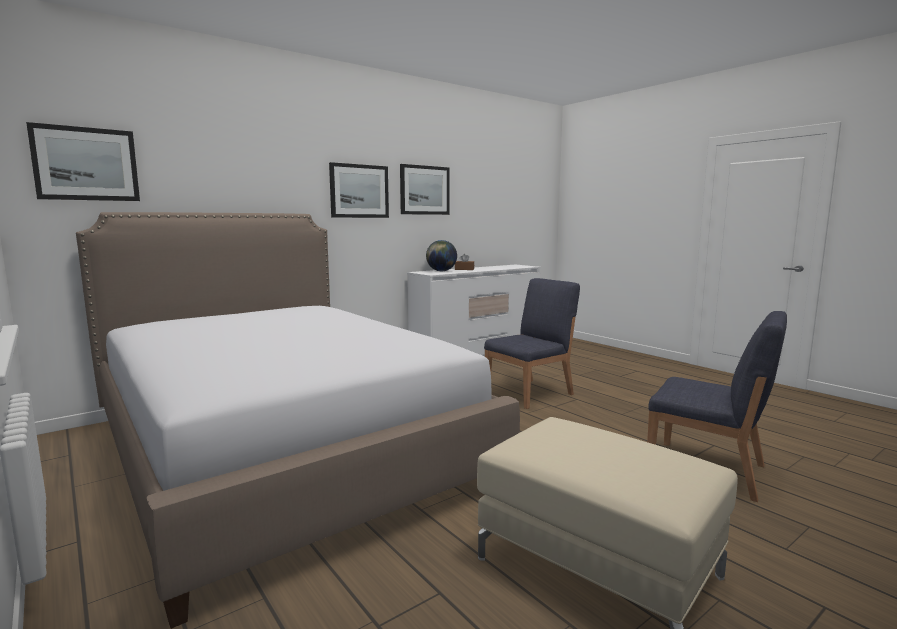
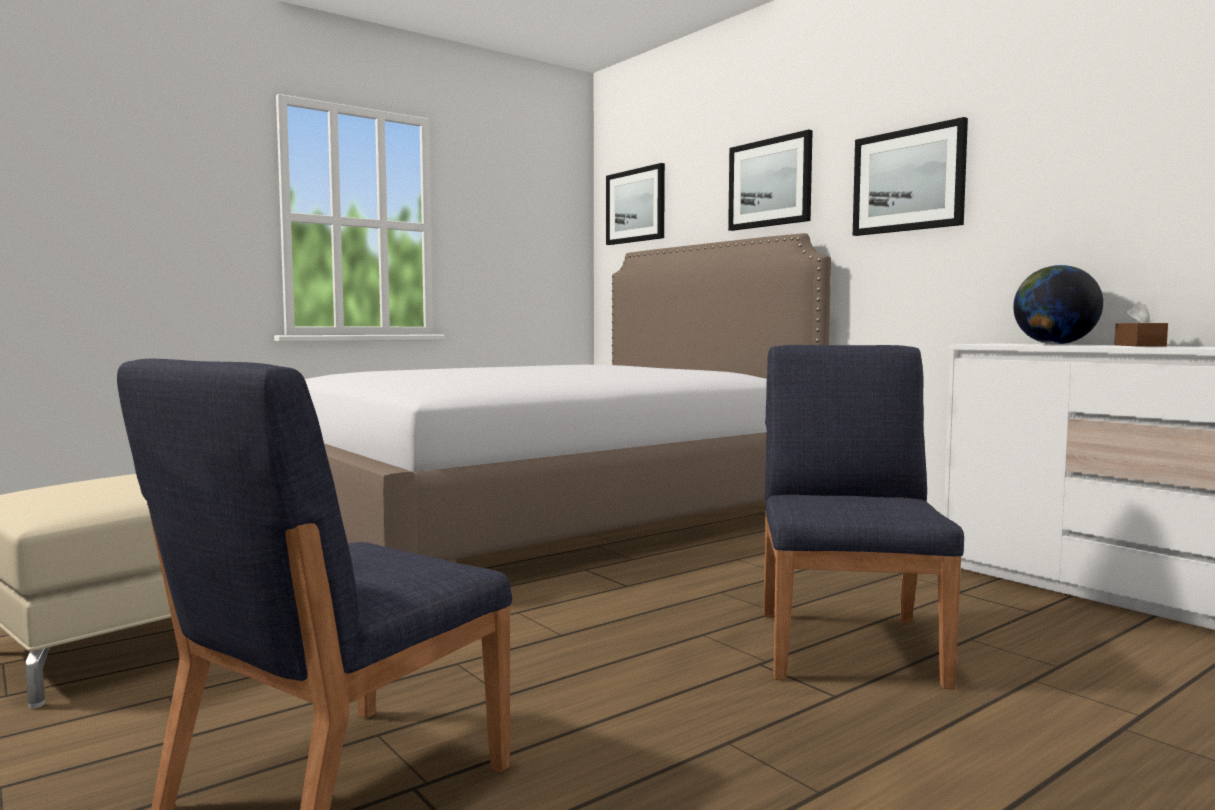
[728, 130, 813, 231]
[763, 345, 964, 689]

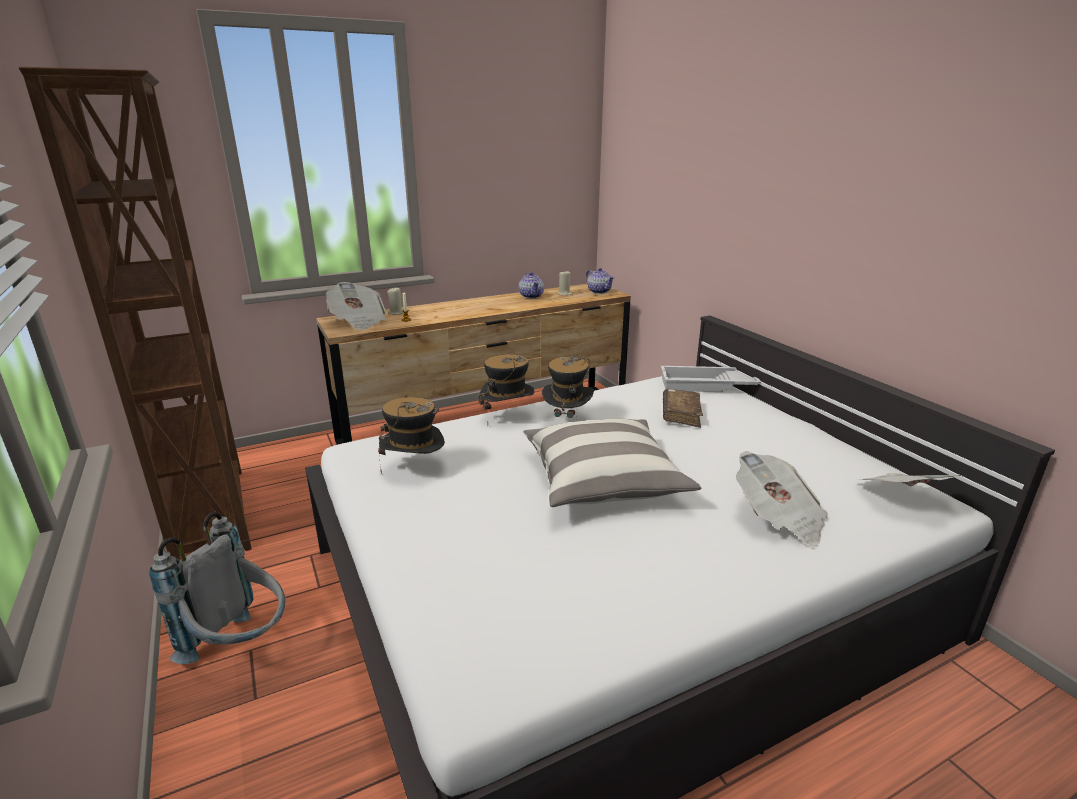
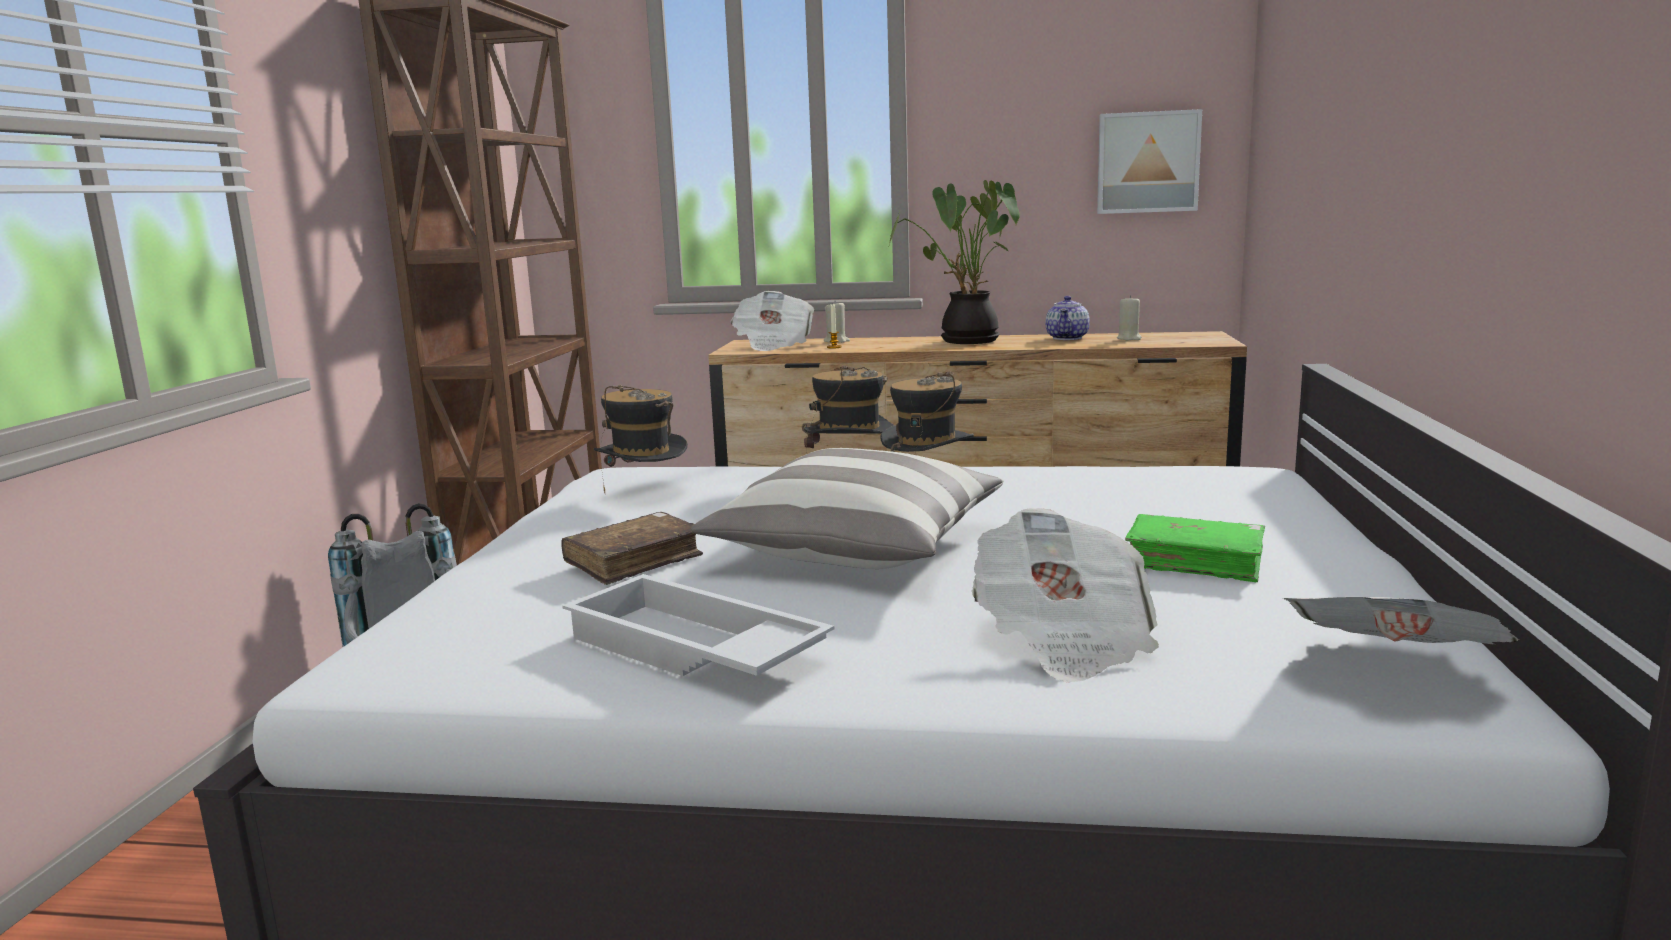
[586, 268, 615, 294] (first image)
[562, 574, 834, 676]
[561, 512, 703, 585]
[1097, 109, 1202, 214]
[889, 180, 1020, 344]
[1125, 514, 1265, 582]

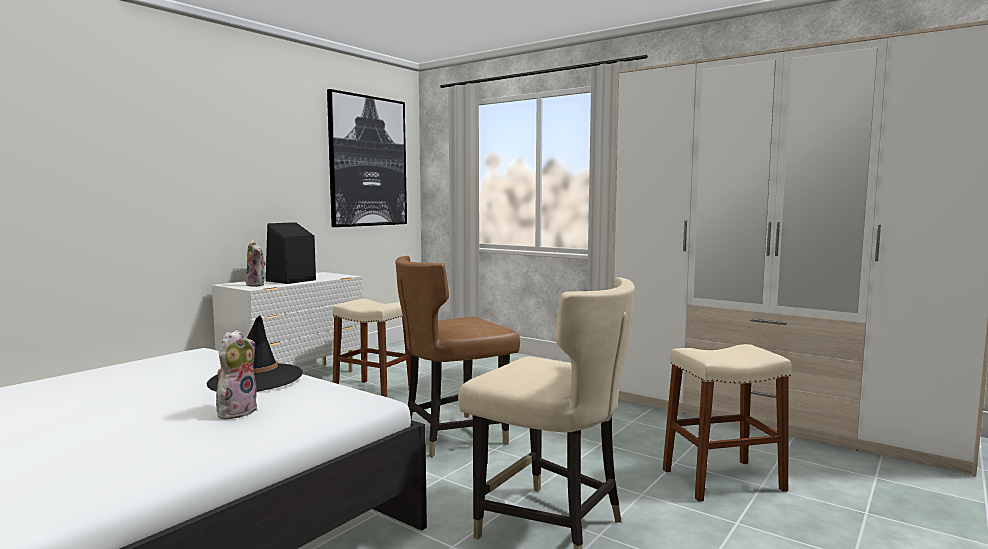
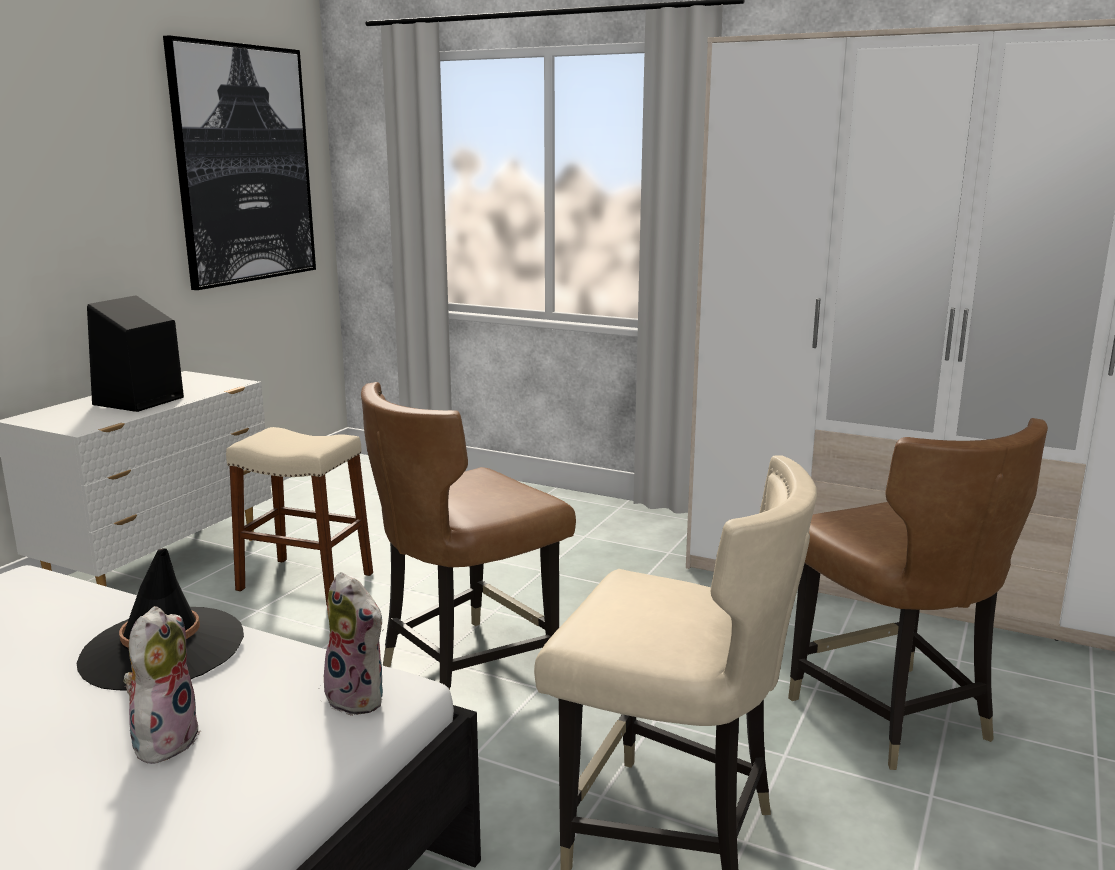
[318, 572, 384, 716]
[788, 418, 1048, 770]

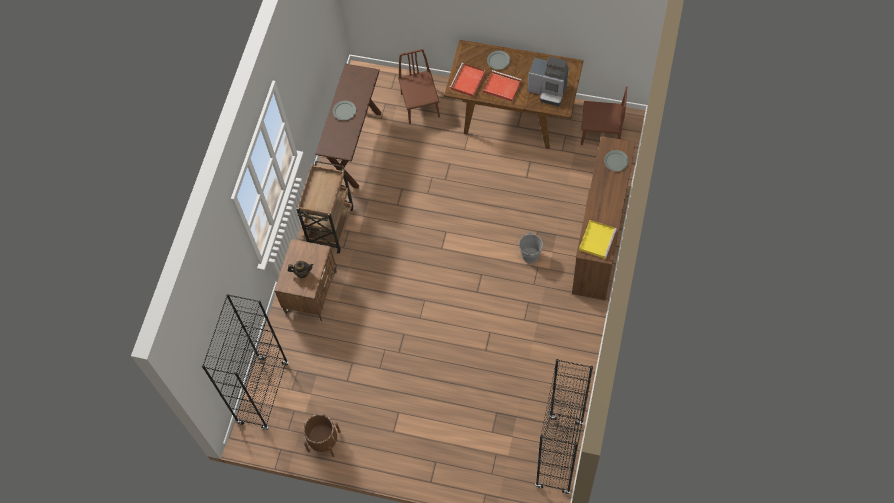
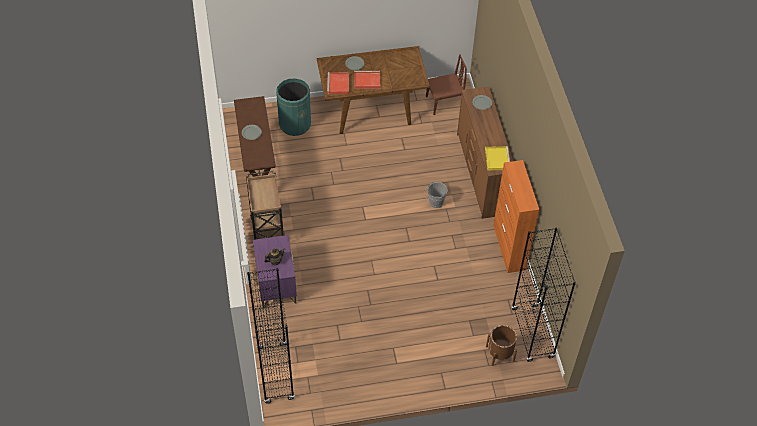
[276, 78, 311, 136]
[528, 56, 569, 106] (first image)
[253, 235, 297, 307]
[486, 325, 517, 366]
[493, 160, 539, 273]

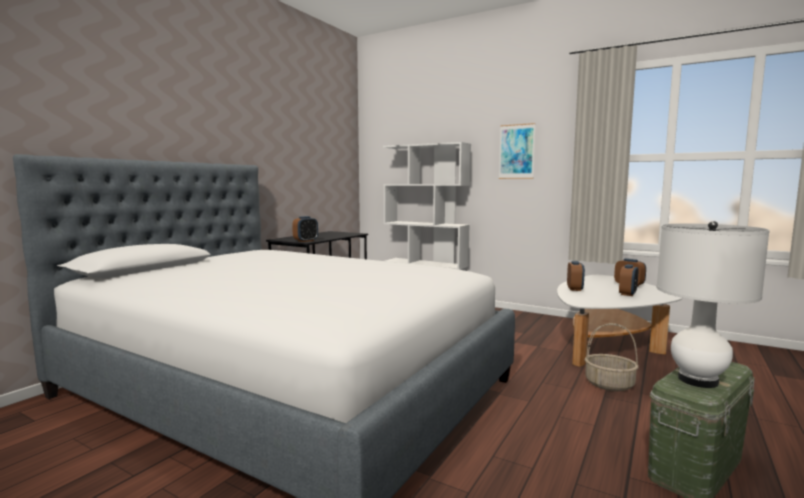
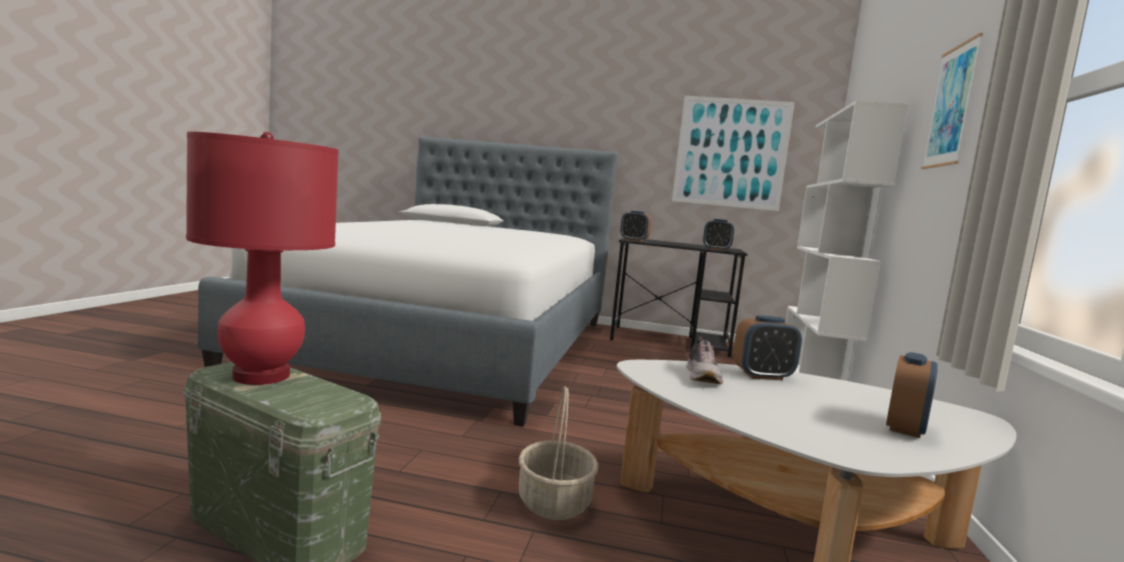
[186, 132, 339, 385]
[703, 219, 734, 251]
[672, 96, 795, 211]
[686, 337, 723, 384]

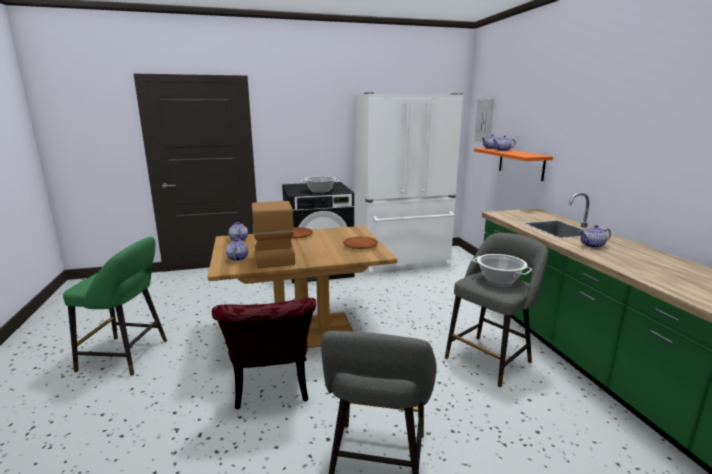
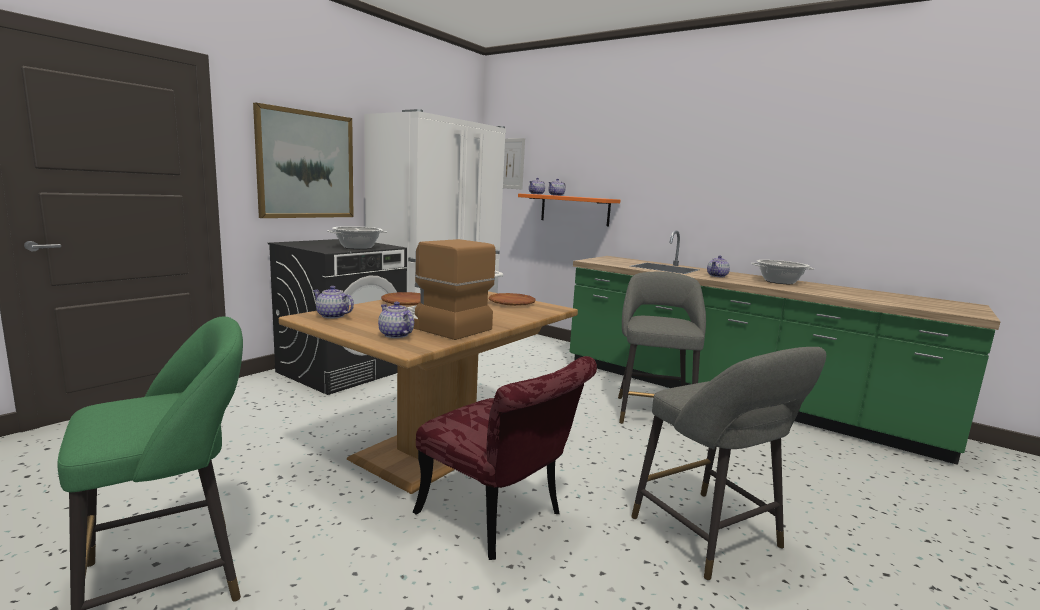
[751, 260, 814, 284]
[253, 103, 354, 218]

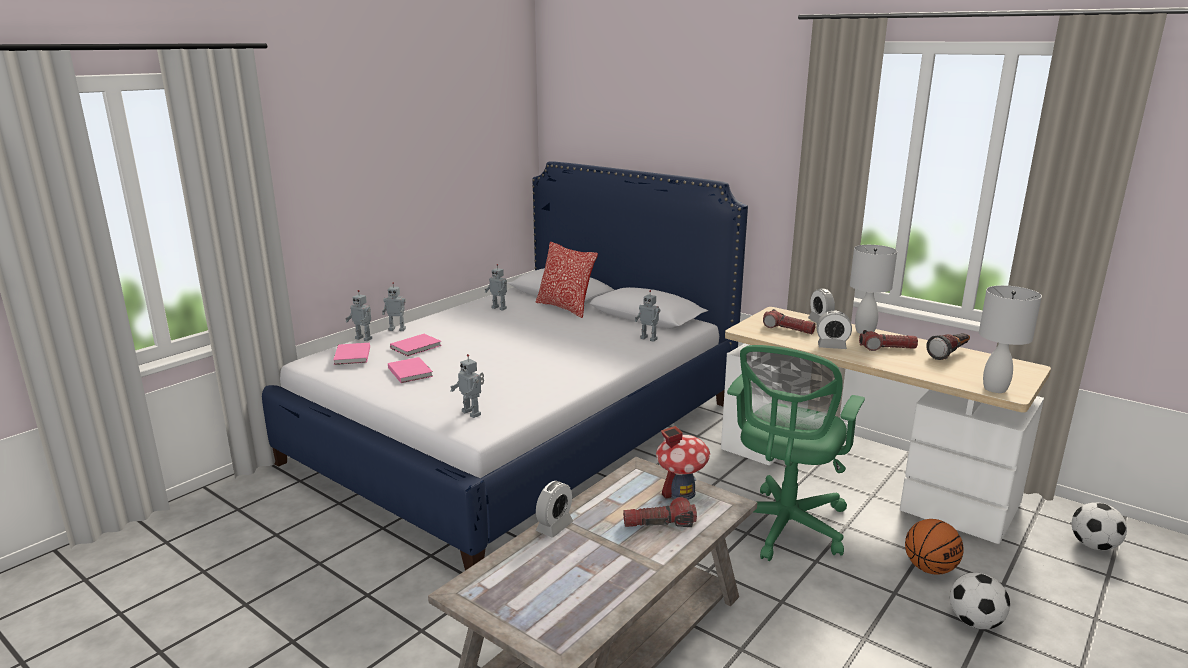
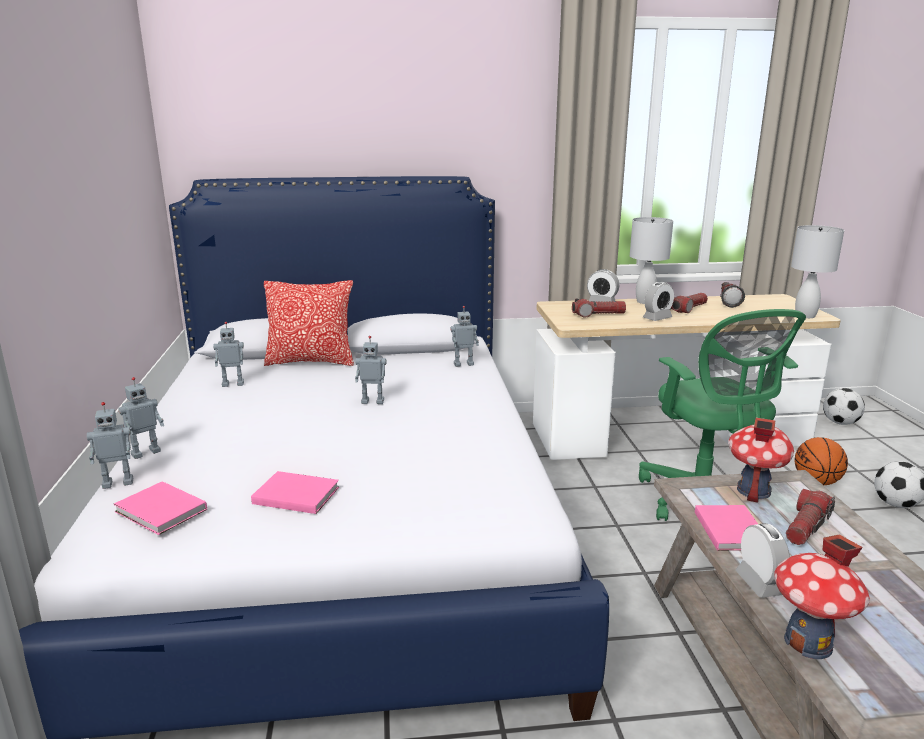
[695, 505, 758, 551]
[355, 336, 387, 404]
[774, 535, 870, 659]

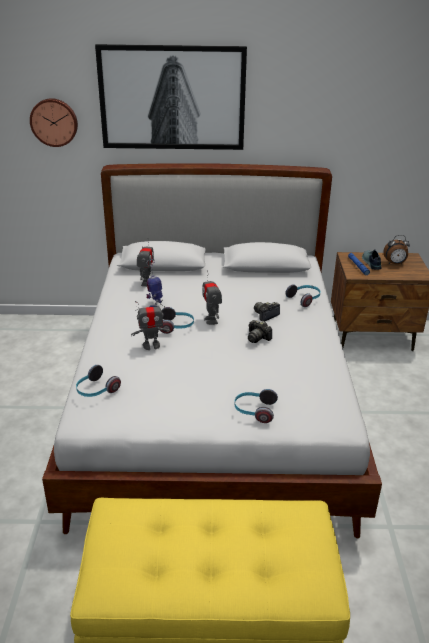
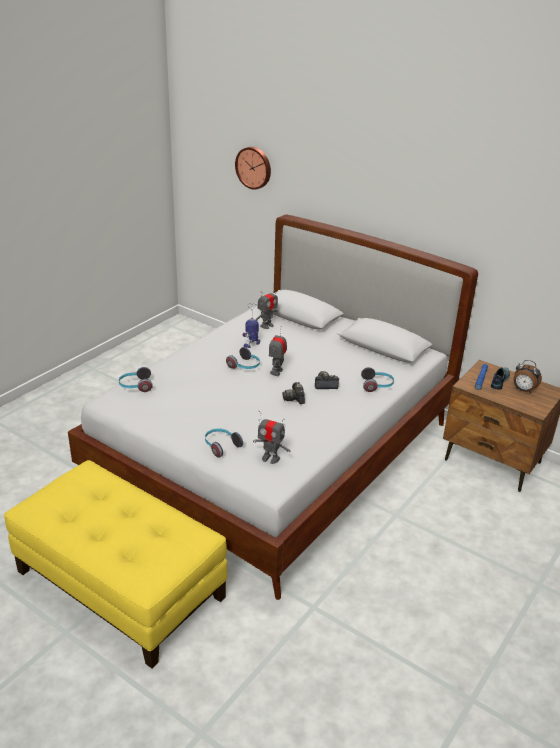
[95, 44, 247, 150] (first image)
[253, 411, 290, 464]

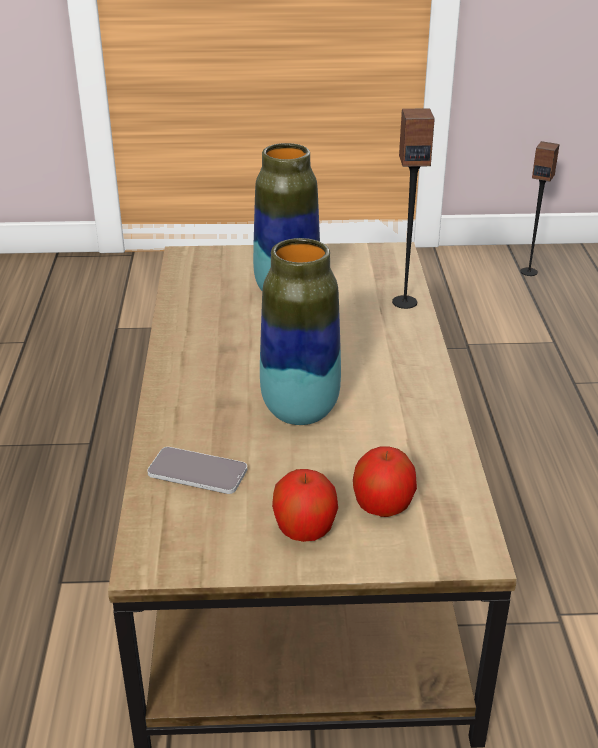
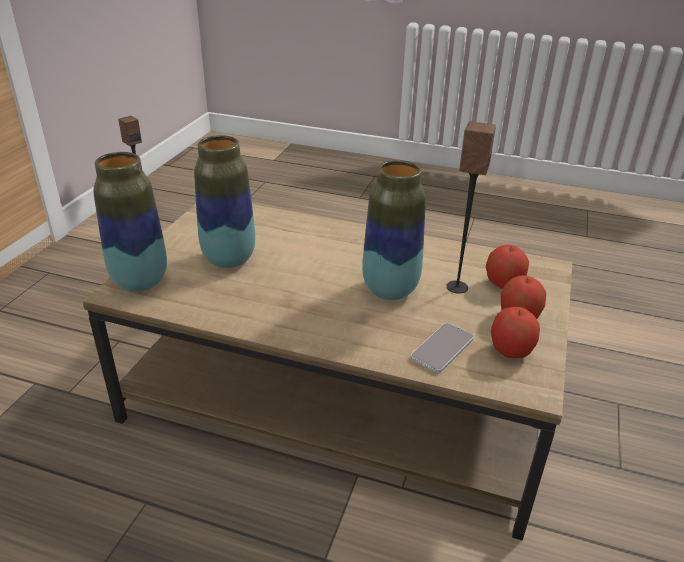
[446, 121, 496, 294]
[93, 152, 167, 291]
[491, 307, 540, 358]

